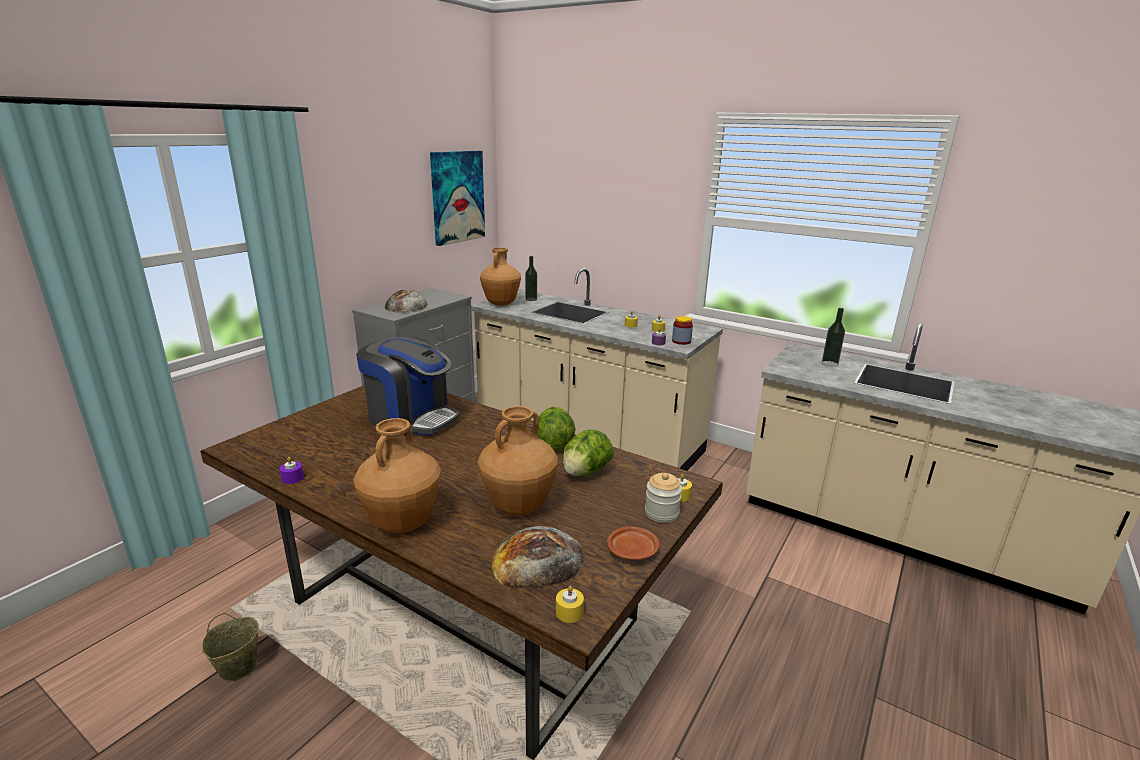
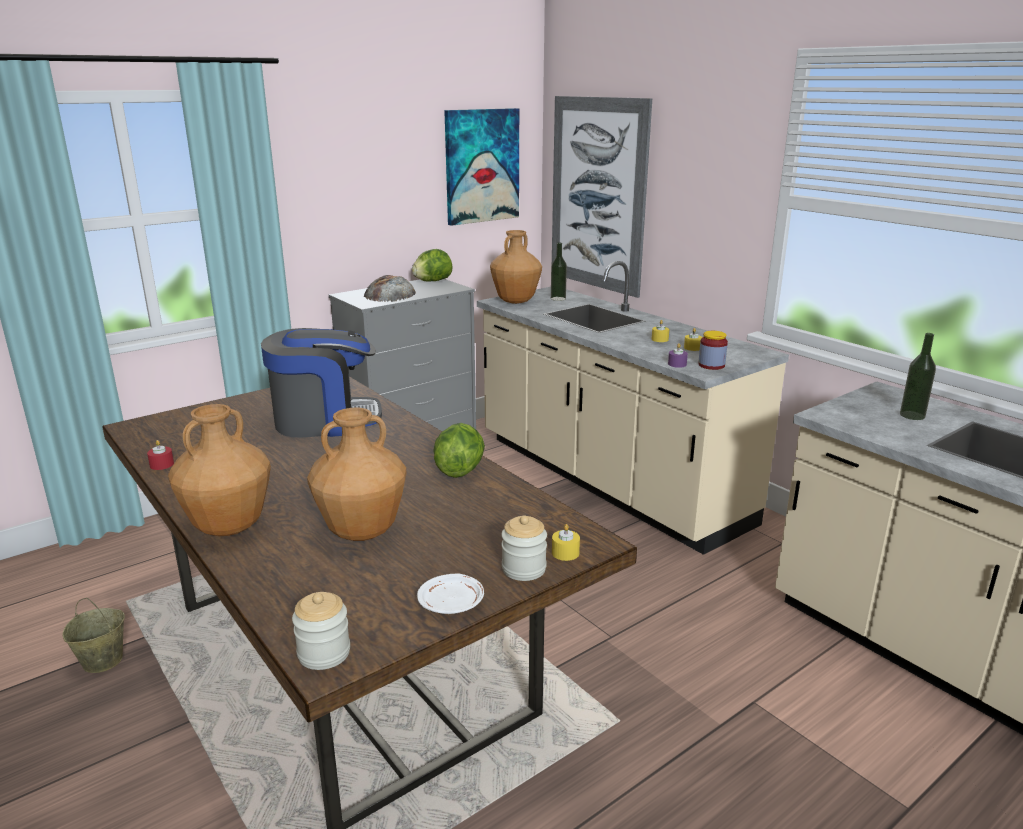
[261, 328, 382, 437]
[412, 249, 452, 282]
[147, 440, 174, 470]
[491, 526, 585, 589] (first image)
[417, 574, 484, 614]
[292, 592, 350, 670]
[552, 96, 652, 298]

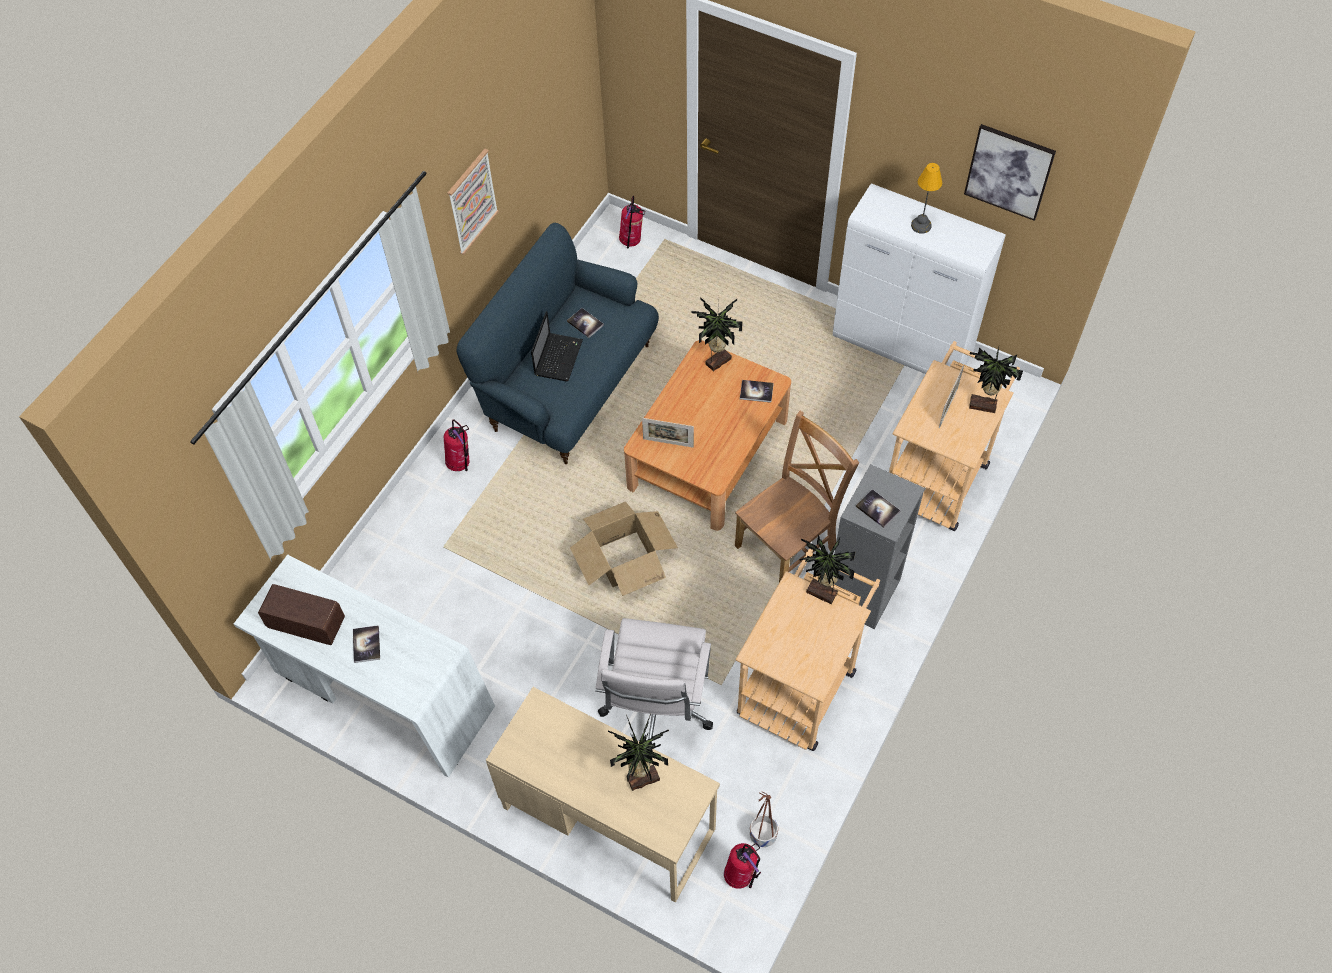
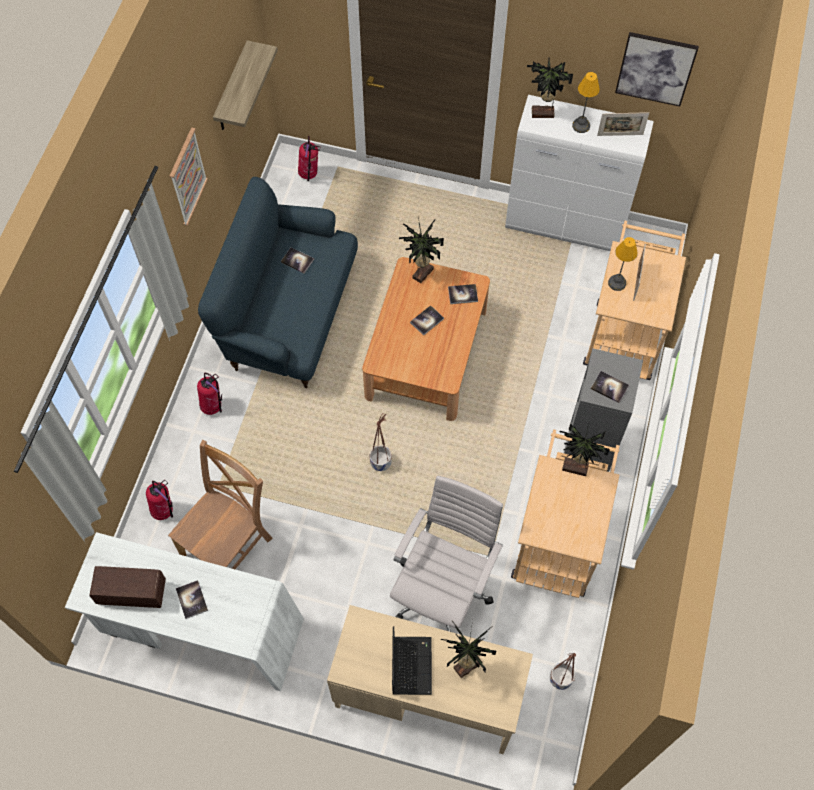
[392, 627, 432, 695]
[527, 59, 573, 118]
[168, 440, 273, 569]
[597, 112, 649, 136]
[369, 413, 392, 471]
[390, 475, 503, 632]
[146, 480, 173, 520]
[213, 40, 278, 130]
[608, 237, 638, 291]
[410, 305, 444, 336]

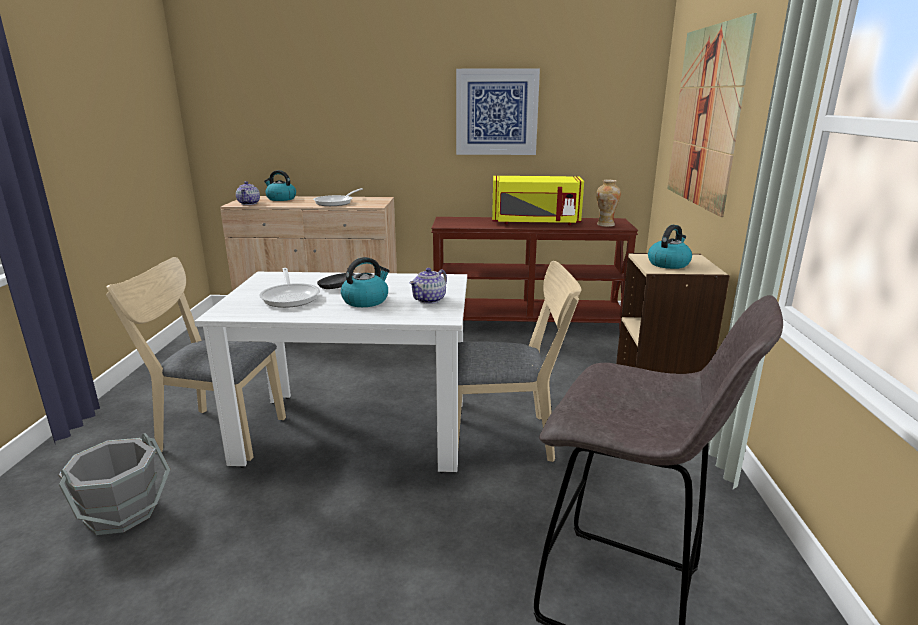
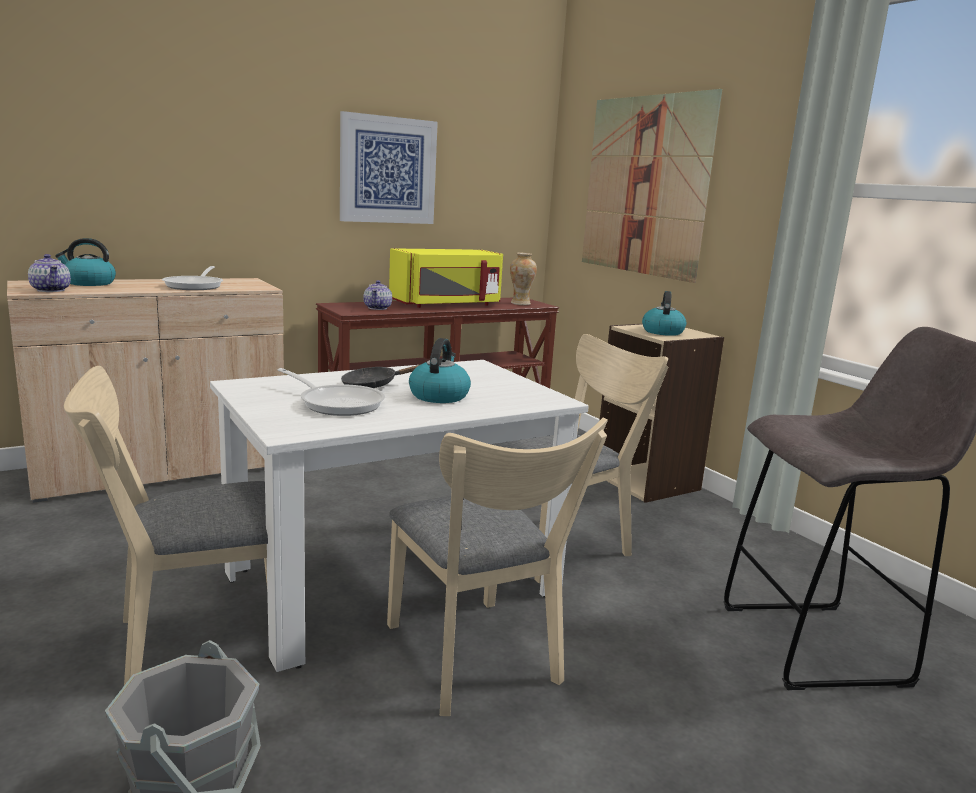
[363, 280, 392, 310]
[387, 418, 608, 716]

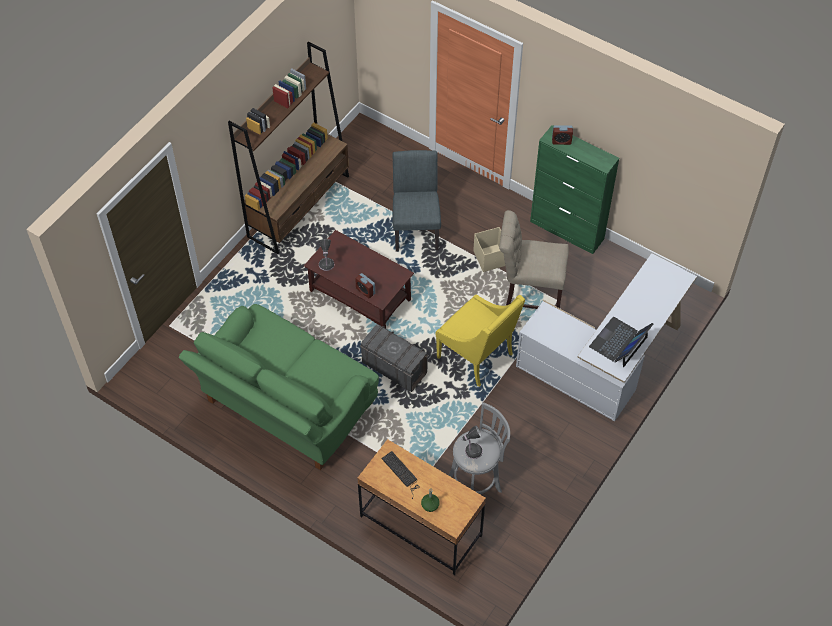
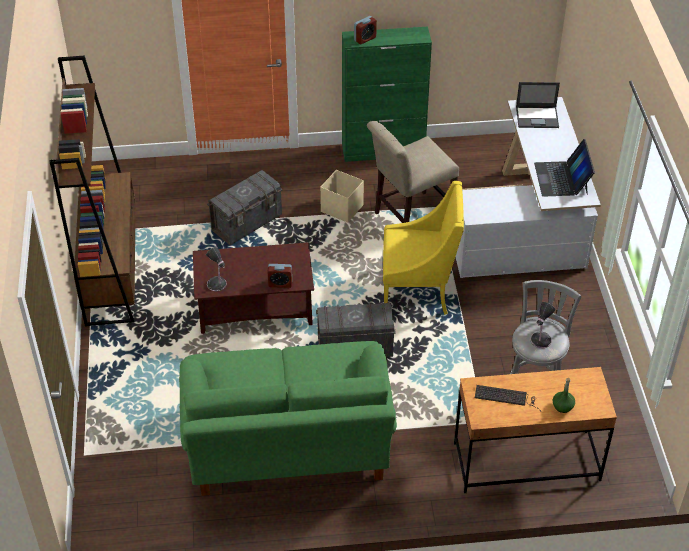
[207, 170, 283, 245]
[516, 82, 560, 128]

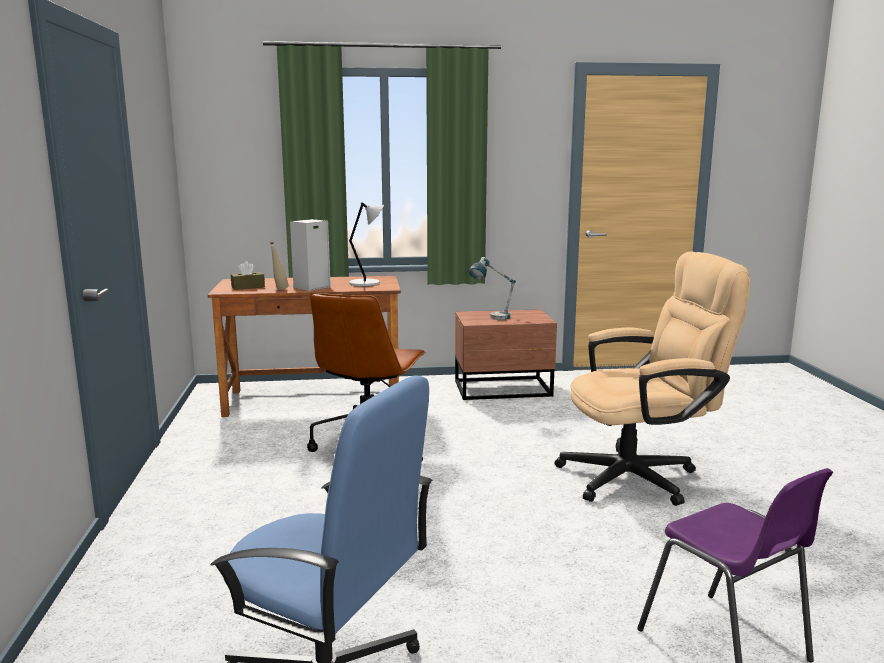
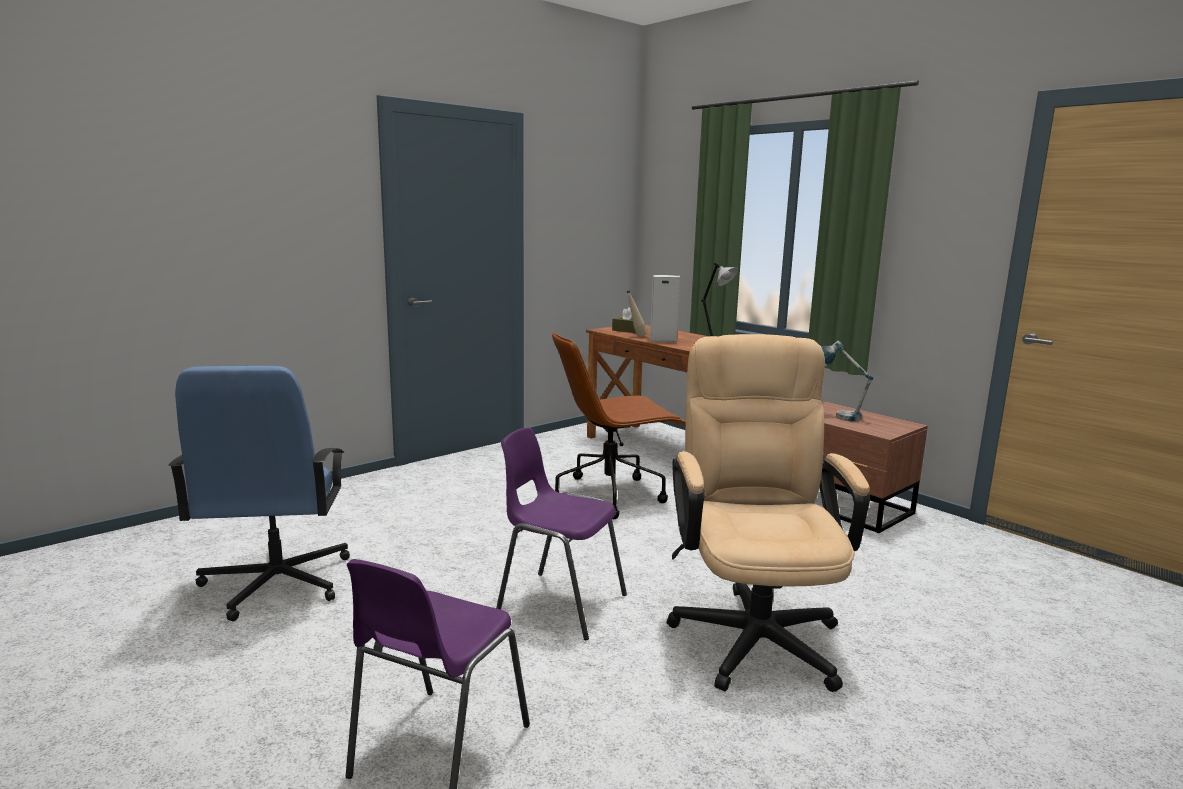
[667, 334, 870, 692]
[496, 427, 627, 640]

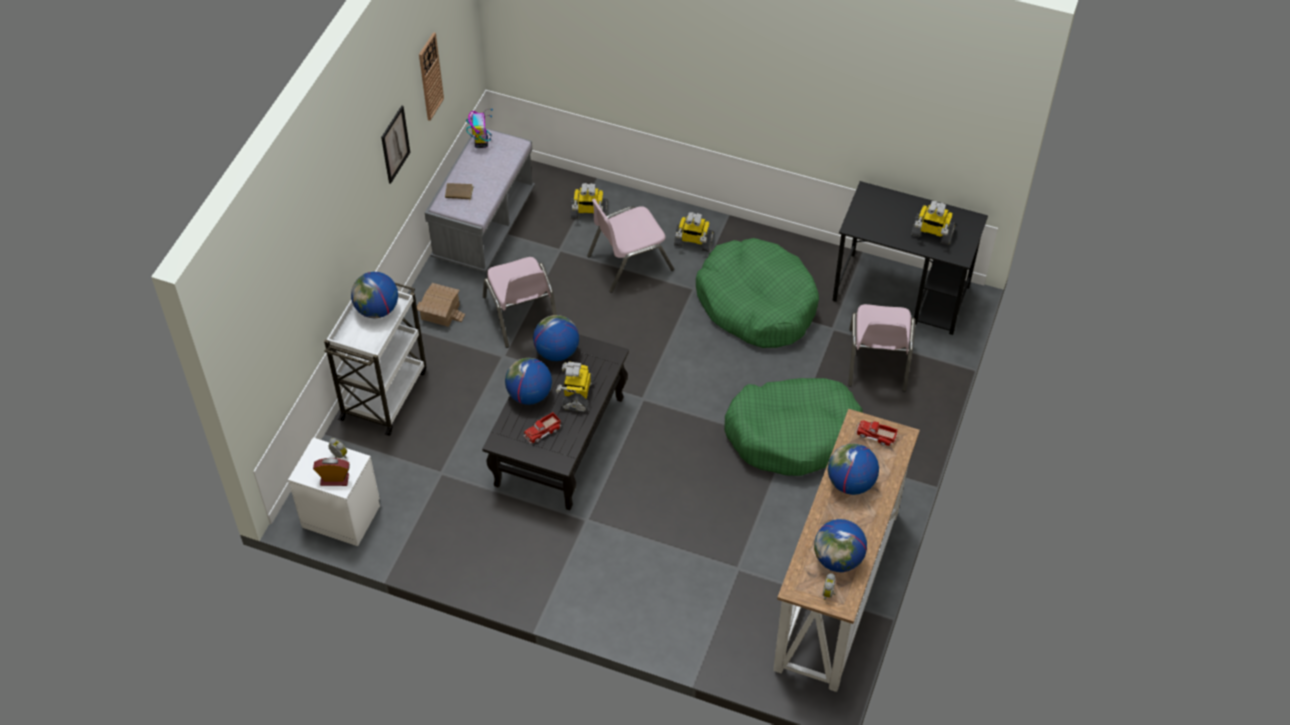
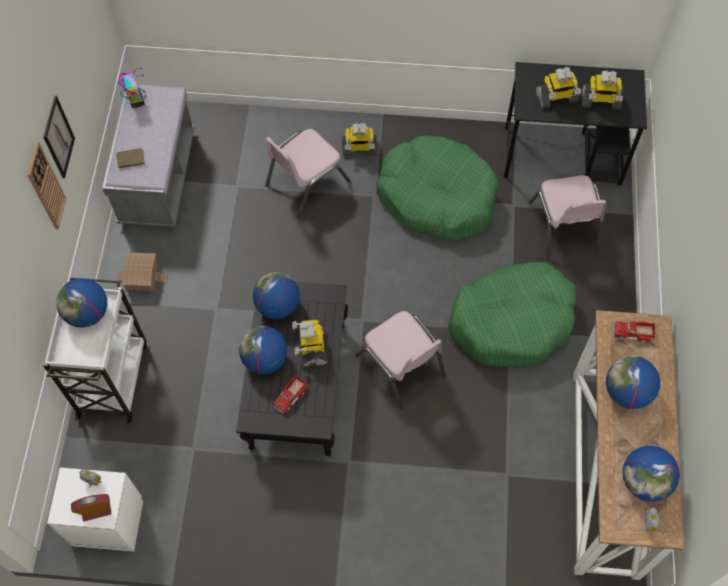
[27, 142, 66, 229]
[536, 67, 581, 108]
[355, 311, 446, 409]

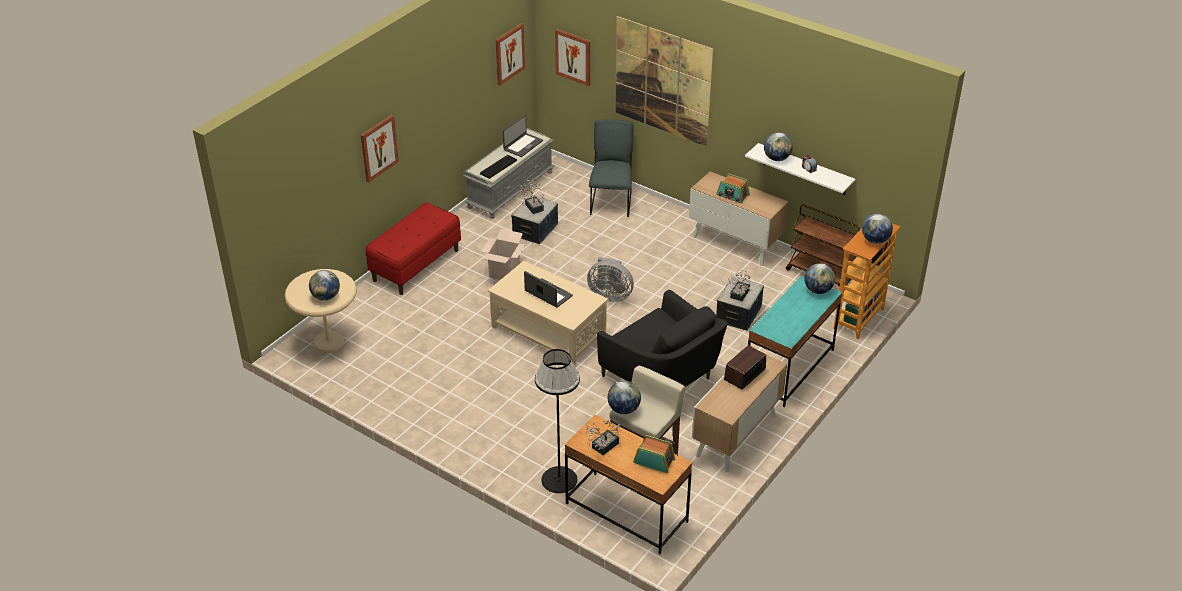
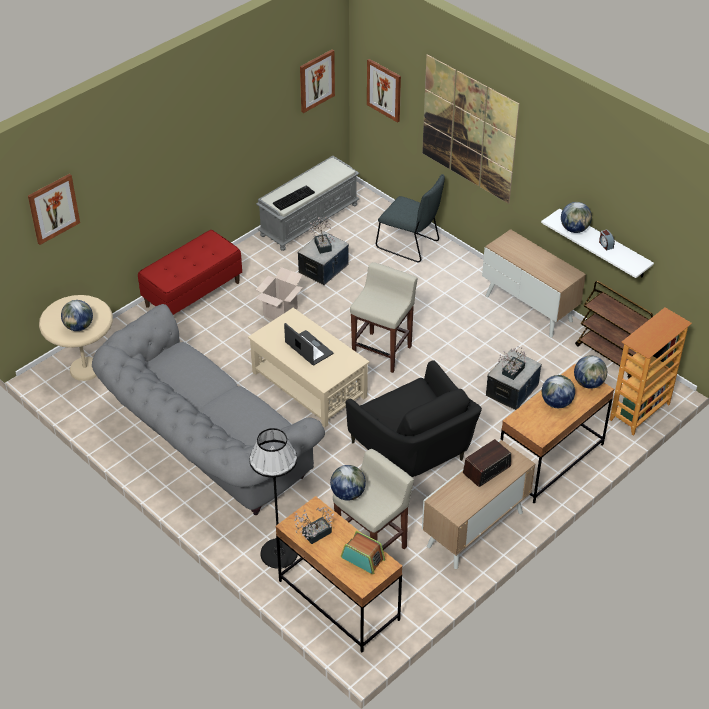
[28, 174, 80, 245]
[503, 115, 543, 157] (first image)
[376, 174, 445, 262]
[716, 173, 750, 203] (first image)
[542, 375, 575, 408]
[350, 262, 418, 373]
[501, 364, 614, 503]
[92, 304, 325, 515]

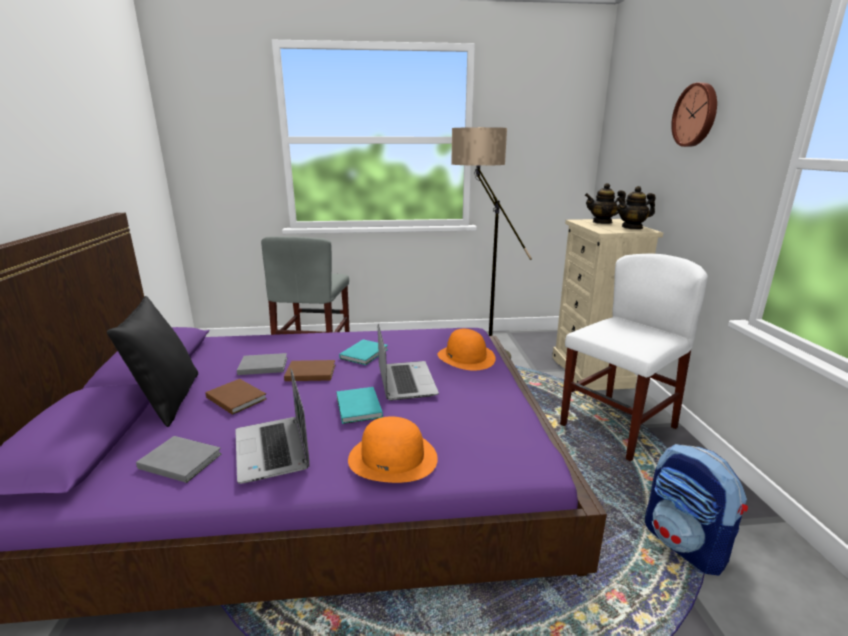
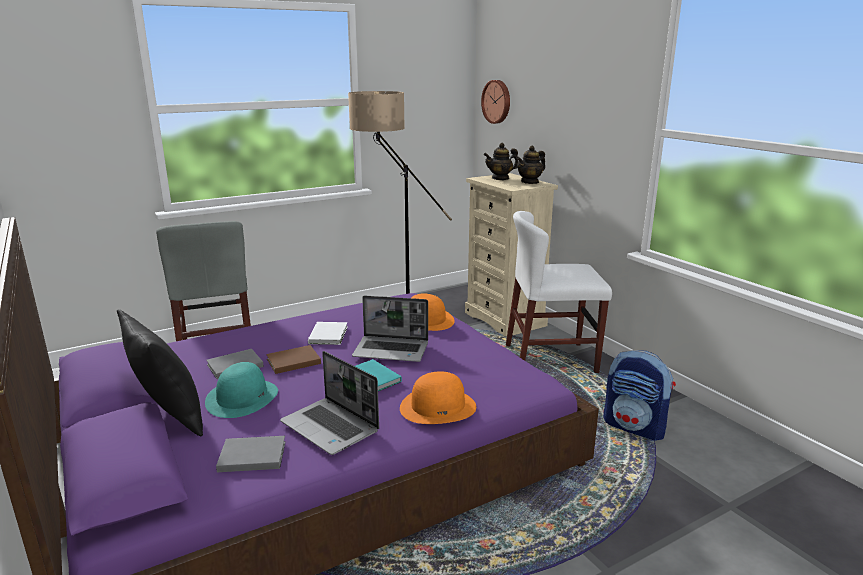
[481, 80, 510, 124]
[506, 211, 612, 373]
[352, 296, 428, 362]
[308, 322, 348, 345]
[205, 362, 278, 418]

